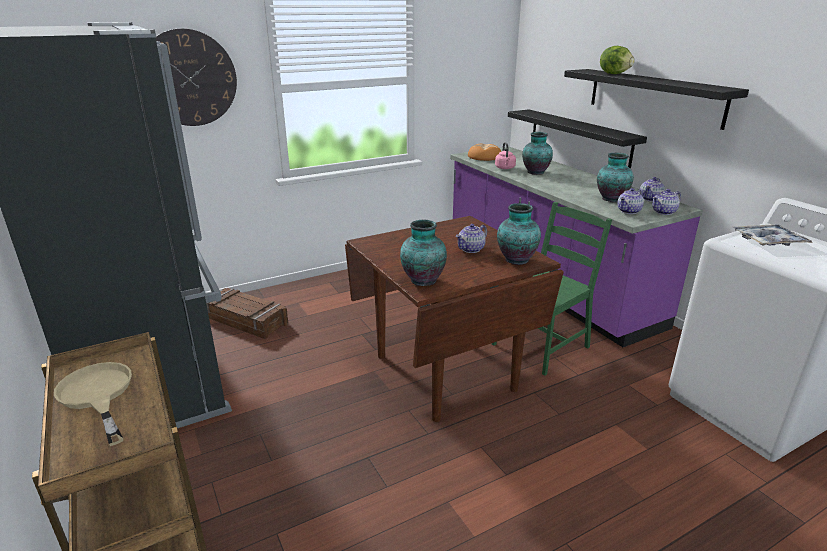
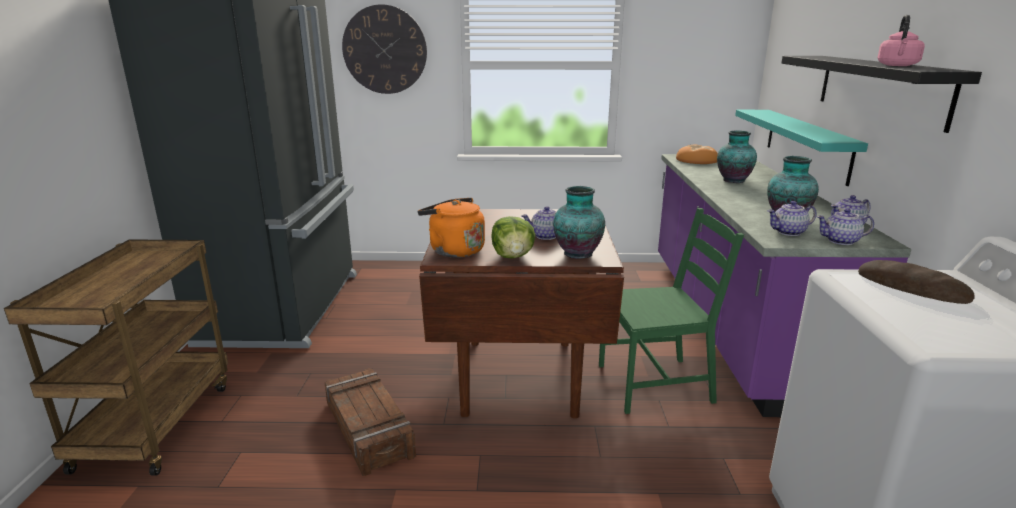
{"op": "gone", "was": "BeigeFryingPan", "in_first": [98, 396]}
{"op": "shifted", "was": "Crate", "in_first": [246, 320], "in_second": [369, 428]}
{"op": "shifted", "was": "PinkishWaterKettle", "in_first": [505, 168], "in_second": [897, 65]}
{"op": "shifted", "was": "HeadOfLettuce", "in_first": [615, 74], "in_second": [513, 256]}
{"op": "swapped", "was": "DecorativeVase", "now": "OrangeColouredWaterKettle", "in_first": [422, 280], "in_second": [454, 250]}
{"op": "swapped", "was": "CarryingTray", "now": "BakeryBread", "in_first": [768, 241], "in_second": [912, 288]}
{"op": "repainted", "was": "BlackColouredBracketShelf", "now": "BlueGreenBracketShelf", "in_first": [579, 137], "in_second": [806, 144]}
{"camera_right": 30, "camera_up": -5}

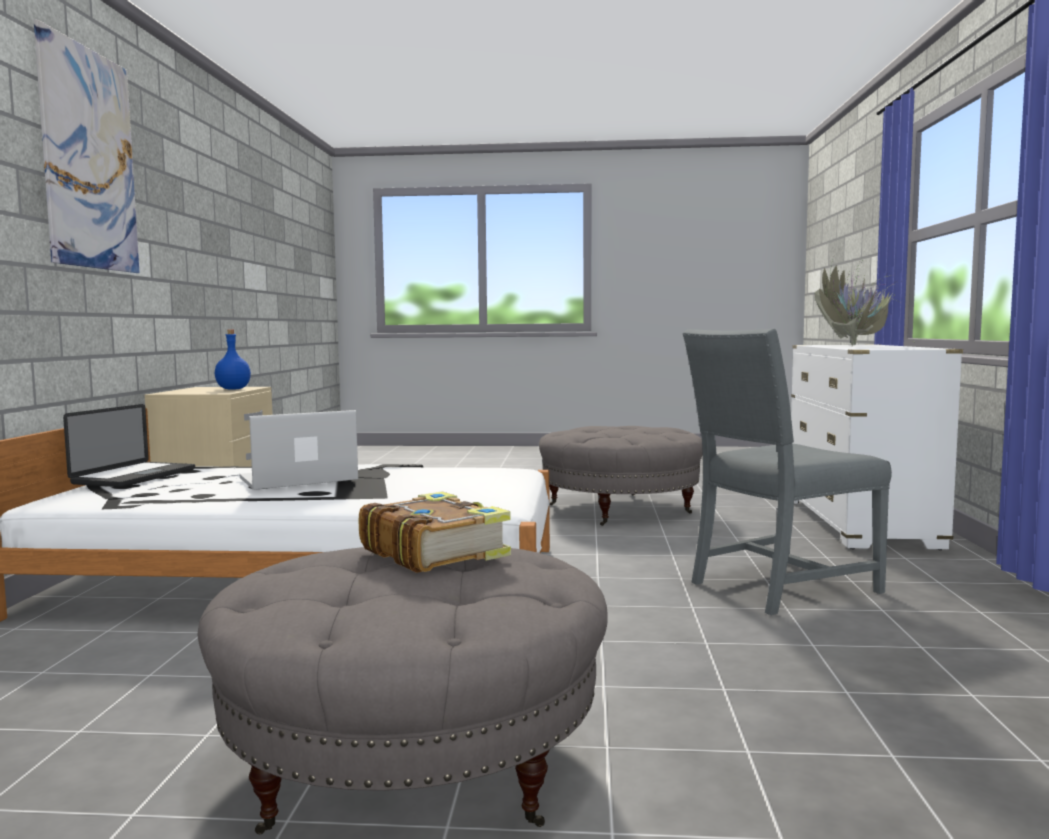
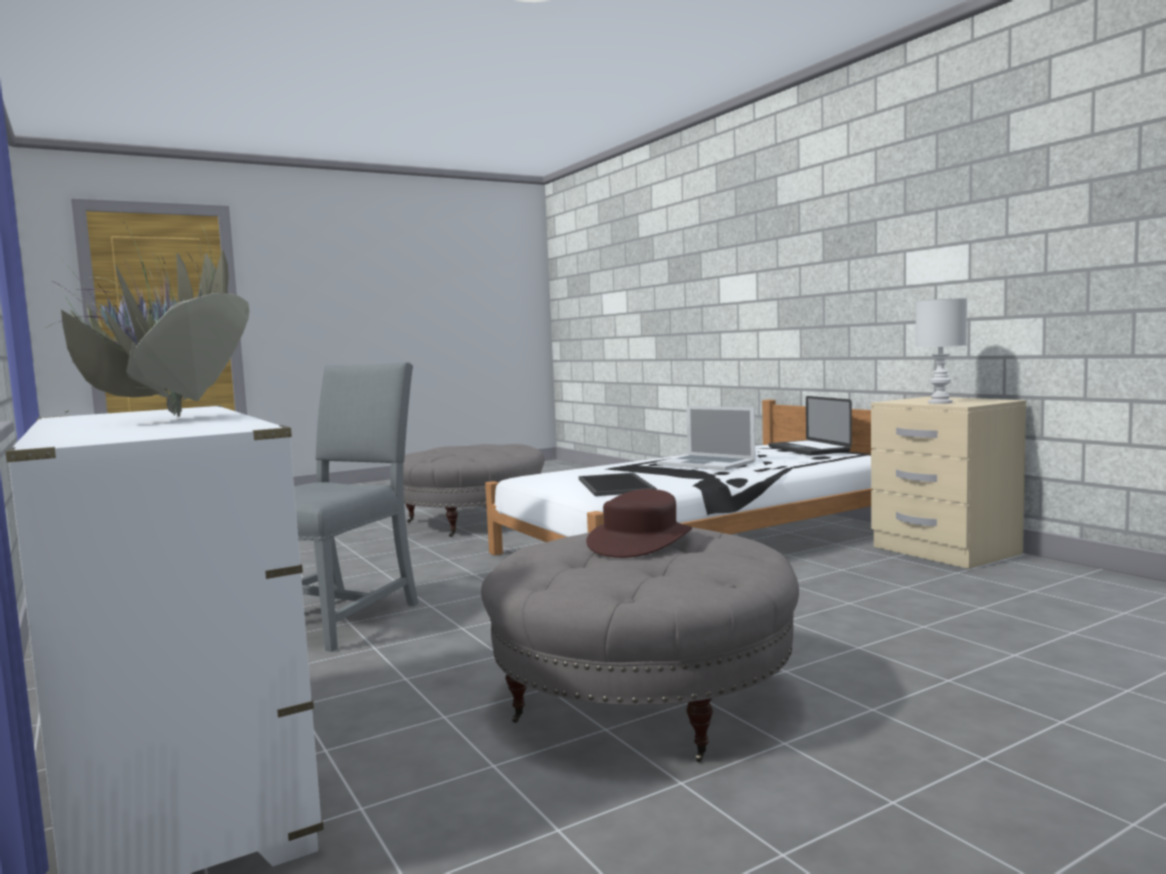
{"op": "gone", "was": "WallPicture", "in_first": [90, 159]}
{"op": "gone", "was": "BoundBook", "in_first": [434, 552]}
{"op": "new", "now": "CarryingTray", "in_second": [617, 485]}
{"op": "new", "now": "BrownishClothingHat", "in_second": [641, 541]}
{"op": "swapped", "was": "BlueColouredBeverageBottle", "now": "WhitishTabletopLamp", "in_first": [233, 389], "in_second": [939, 402]}
{"op": "rotated", "was": "PortableComputer", "in_first": [298, 479], "in_second": [706, 463], "clockwise": 105}
{"camera_right": 145, "camera_up": 0}

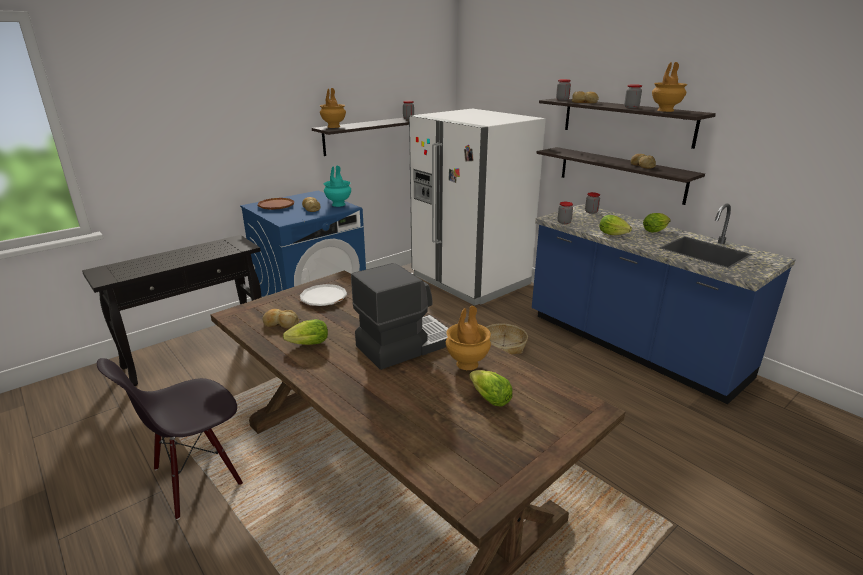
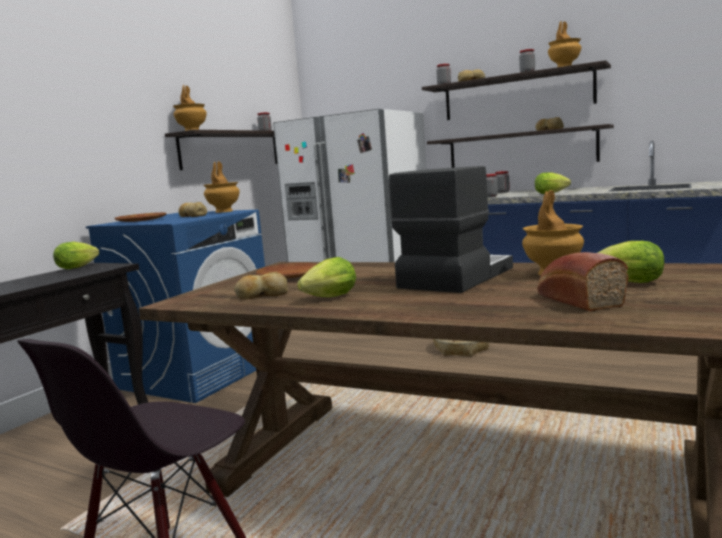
{"op": "new", "now": "BakeryBread", "in_second": [576, 300]}
{"op": "shifted", "was": "HeadOfLettuce", "in_first": [656, 231], "in_second": [79, 267]}
{"op": "repainted", "was": "WhitishDinnerPlate", "now": "BrownishDinnerPlate", "in_first": [323, 298], "in_second": [288, 276]}
{"op": "repainted", "was": "BlueGreenDecorativeVase", "now": "BrownishDecorativeVase", "in_first": [338, 204], "in_second": [224, 211]}
{"camera_right": -20, "camera_up": -15}

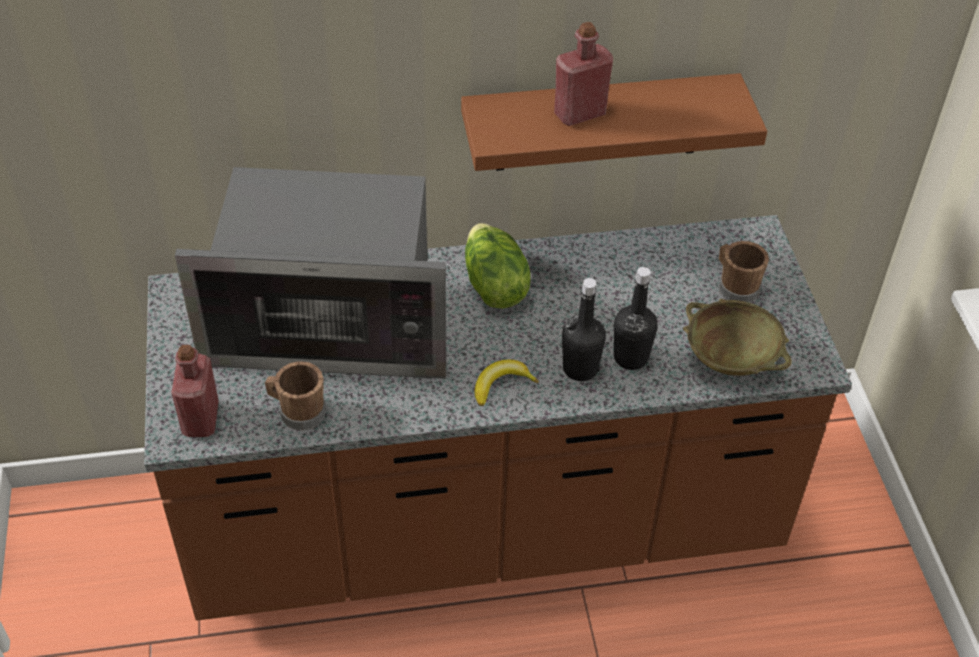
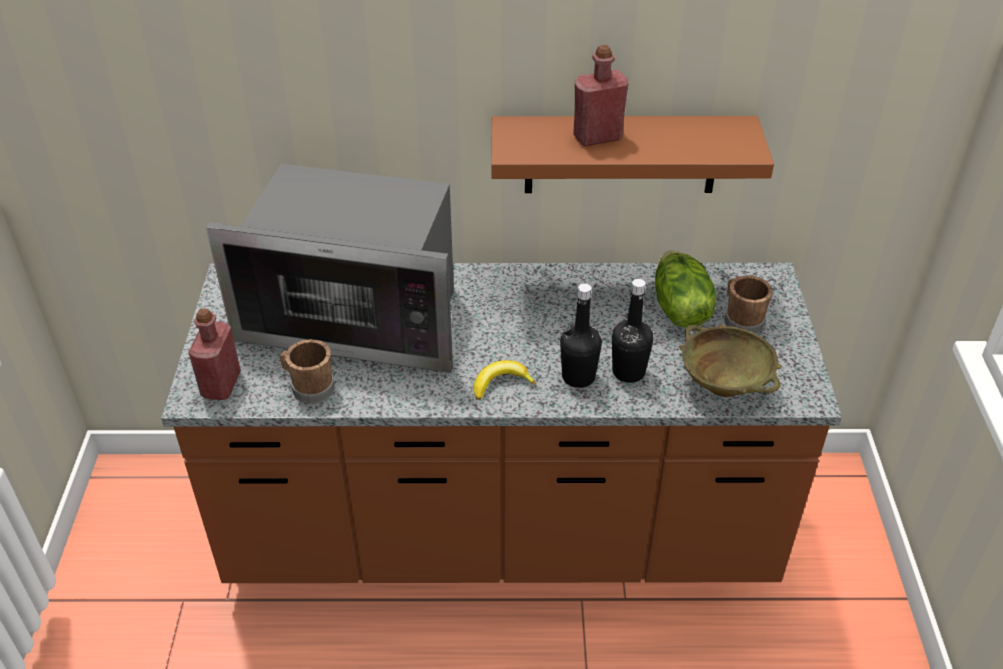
{"op": "shifted", "was": "HeadOfLettuce", "in_first": [493, 286], "in_second": [678, 309]}
{"camera_right": 10, "camera_up": -5}

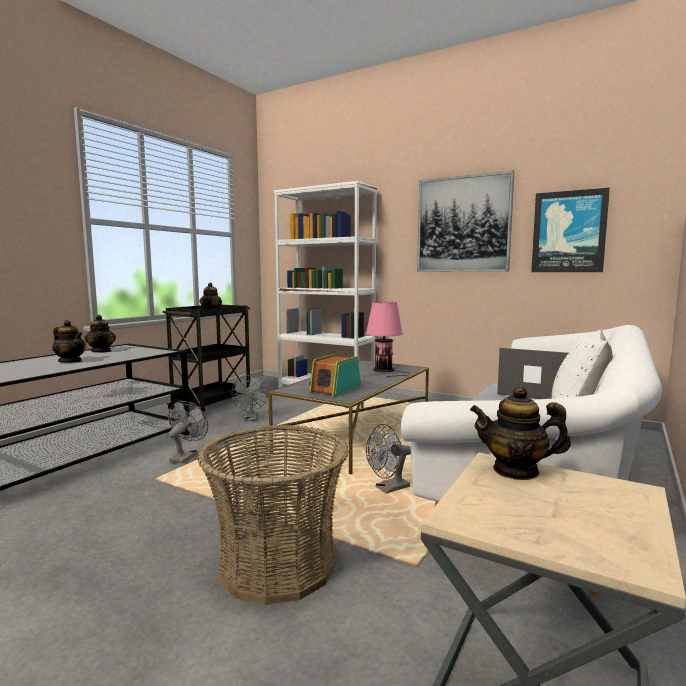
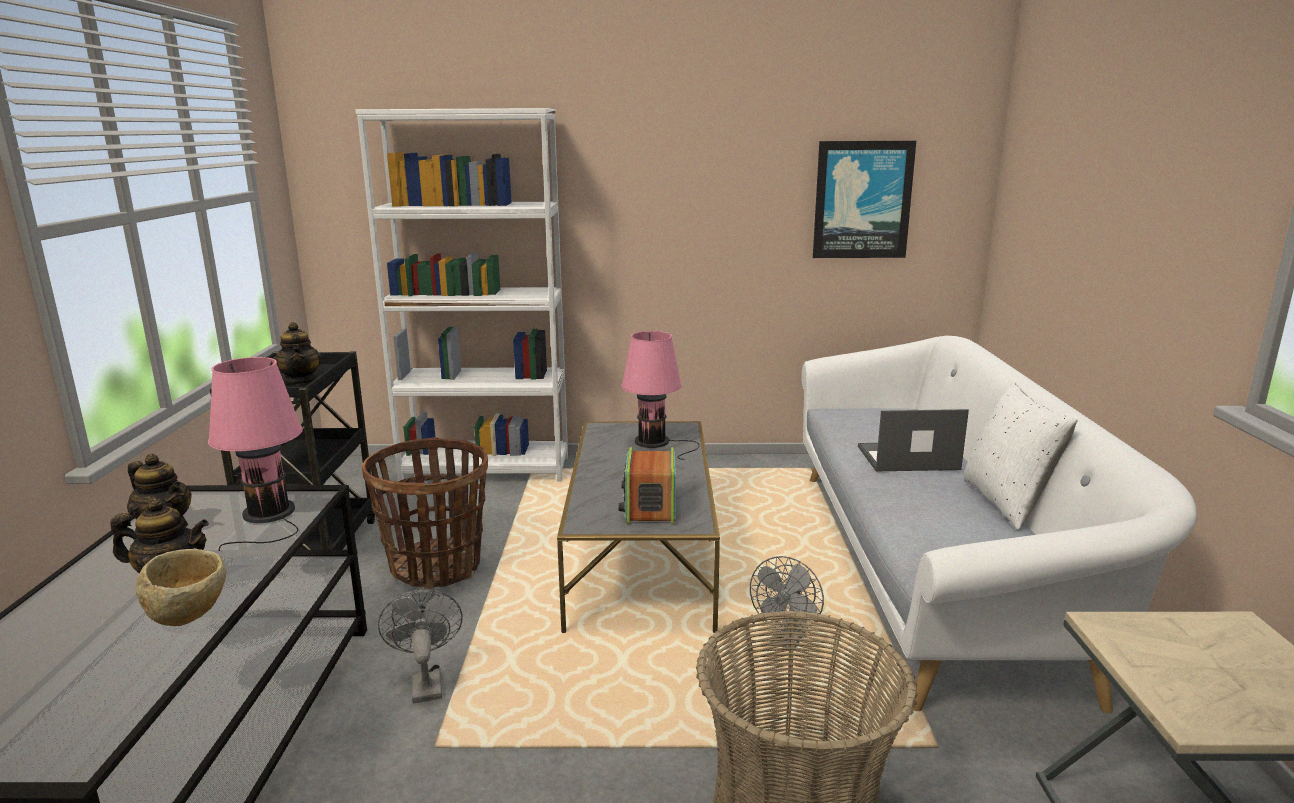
{"op": "gone", "was": "WallPicture", "in_first": [463, 224]}
{"op": "gone", "was": "Teapot", "in_first": [516, 471]}
{"op": "new", "now": "BeigeBowl", "in_second": [191, 615]}
{"op": "new", "now": "PinkishTabletopLamp", "in_second": [268, 515]}
{"op": "swapped", "was": "GrayElectricFan", "now": "StorageBasket", "in_first": [251, 419], "in_second": [436, 566]}
{"camera_right": -30, "camera_up": 10}

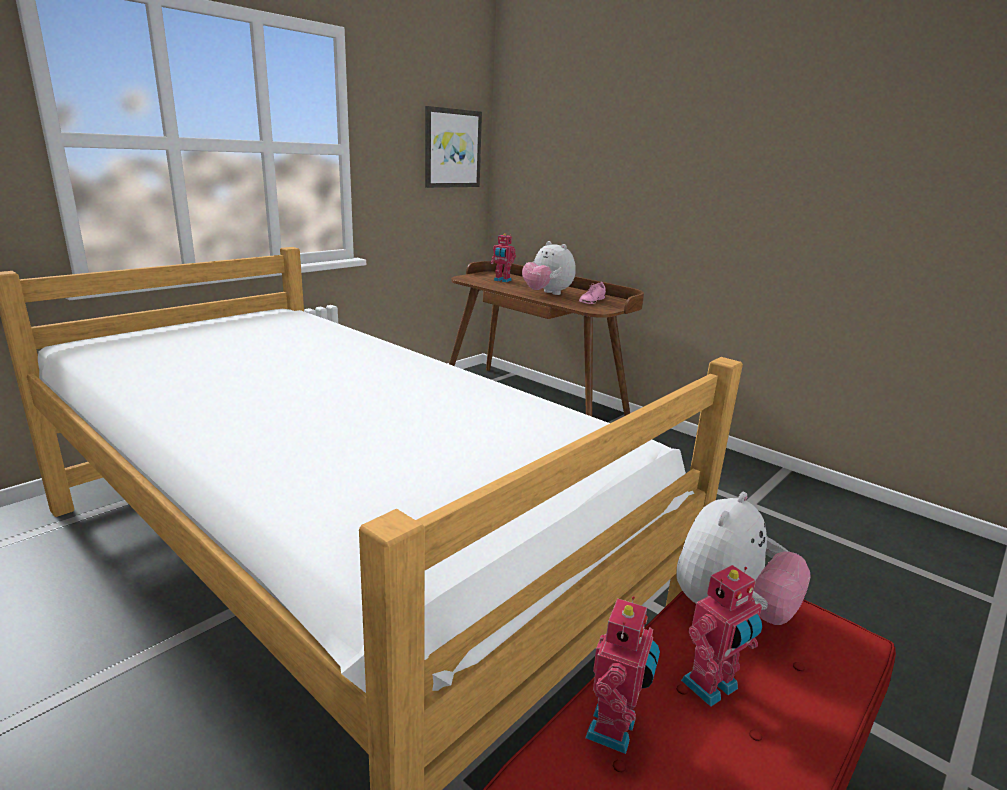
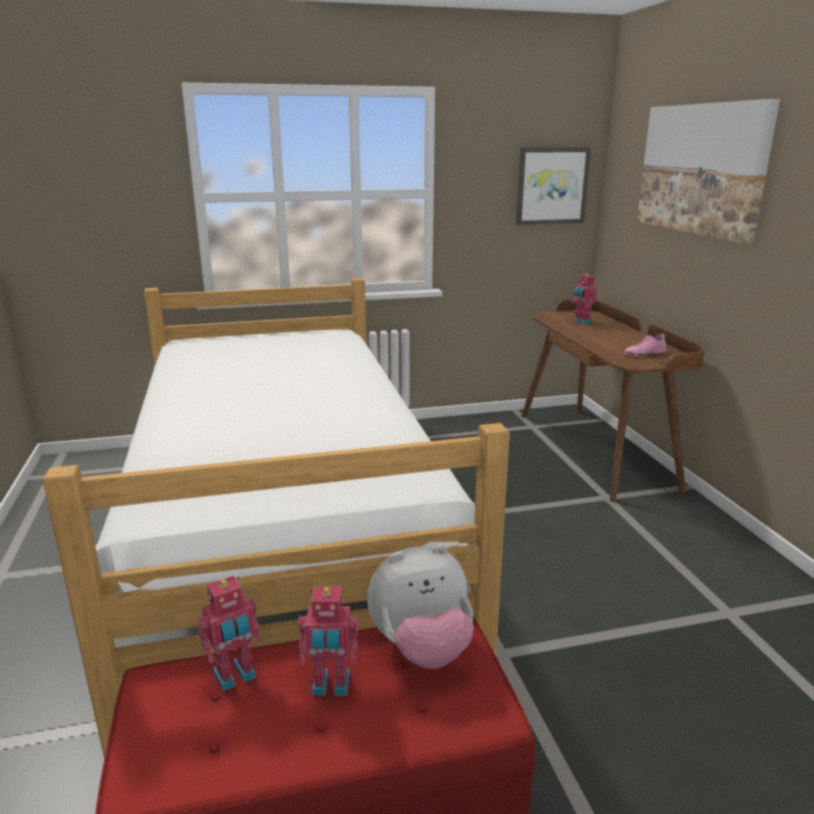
{"op": "gone", "was": "PlushToy", "in_first": [547, 294]}
{"op": "new", "now": "WallPicture", "in_second": [702, 169]}
{"camera_right": 35, "camera_up": 0}

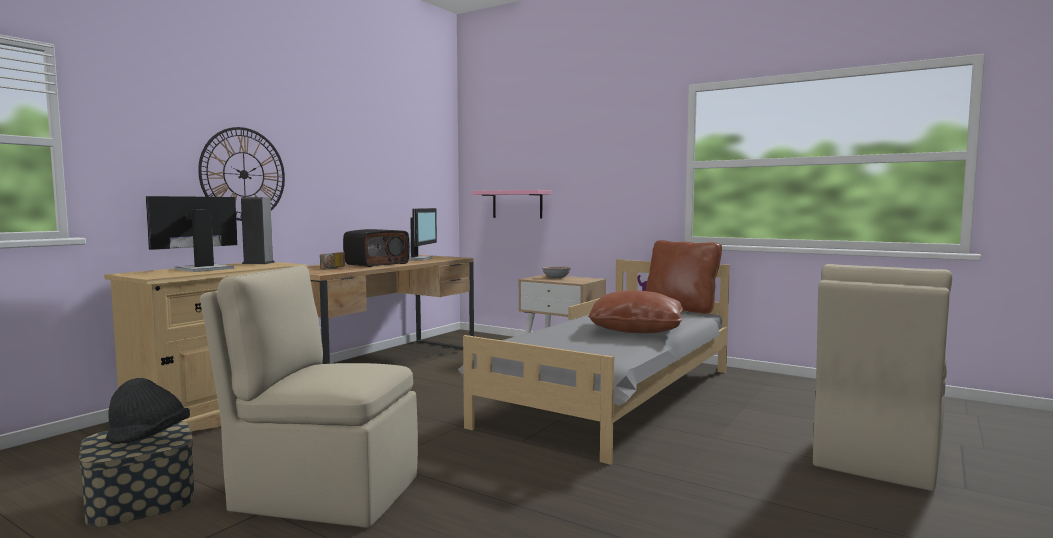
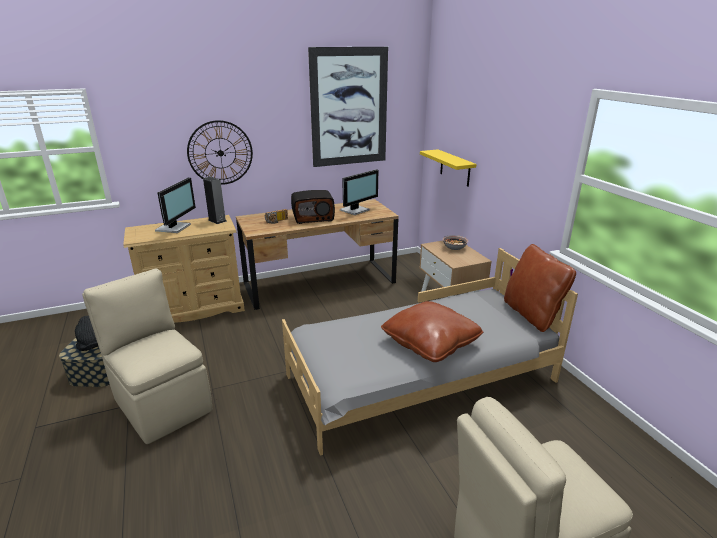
{"op": "new", "now": "WallPicture", "in_second": [349, 108]}
{"op": "repainted", "was": "PinkishBracketShelf", "now": "YellowishBracketShelf", "in_first": [517, 204], "in_second": [455, 168]}
{"op": "rotated", "was": "ComputerDisplay", "in_first": [202, 269], "in_second": [175, 227], "clockwise": 120}
{"camera_right": 35, "camera_up": 20}

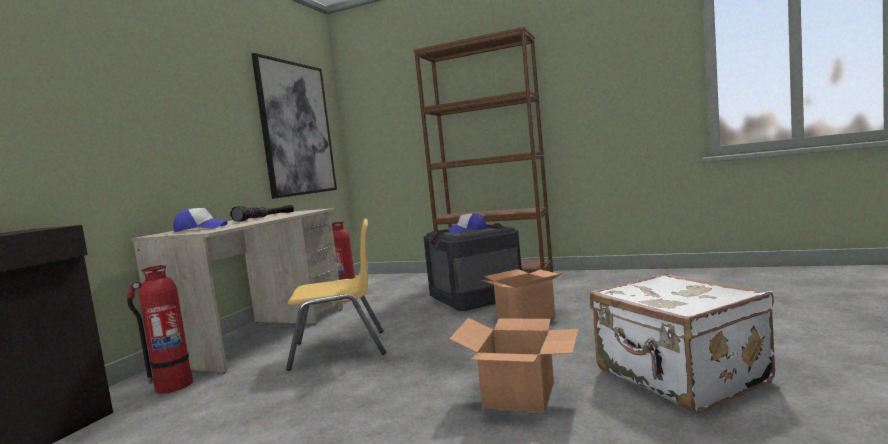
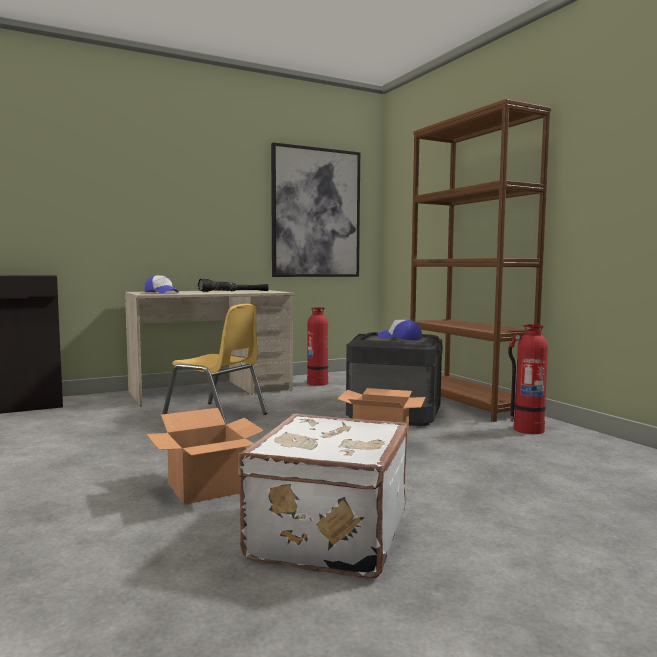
{"op": "shifted", "was": "FireExtinguisher", "in_first": [173, 386], "in_second": [527, 429]}
{"camera_right": 40, "camera_up": 0}

